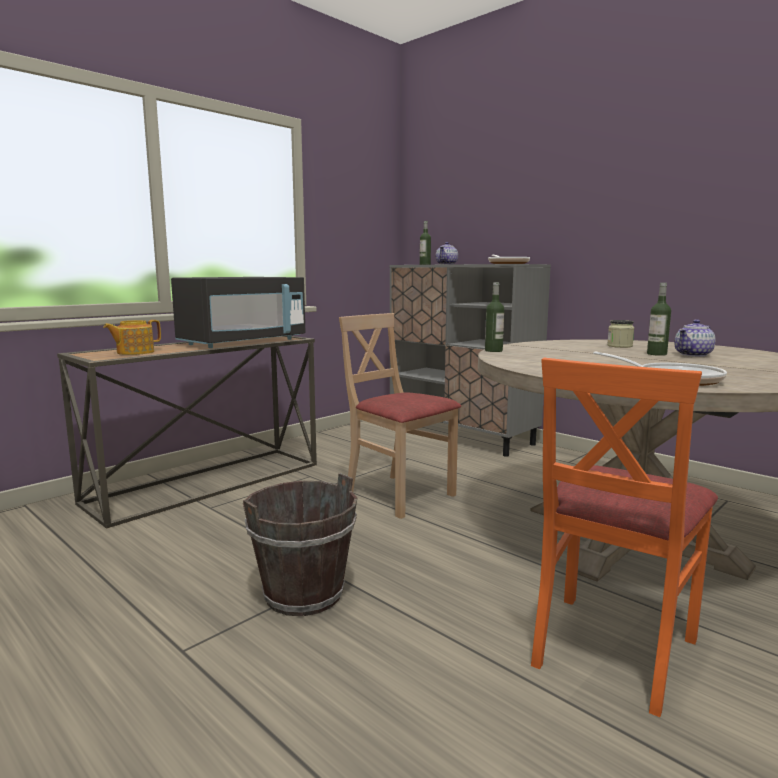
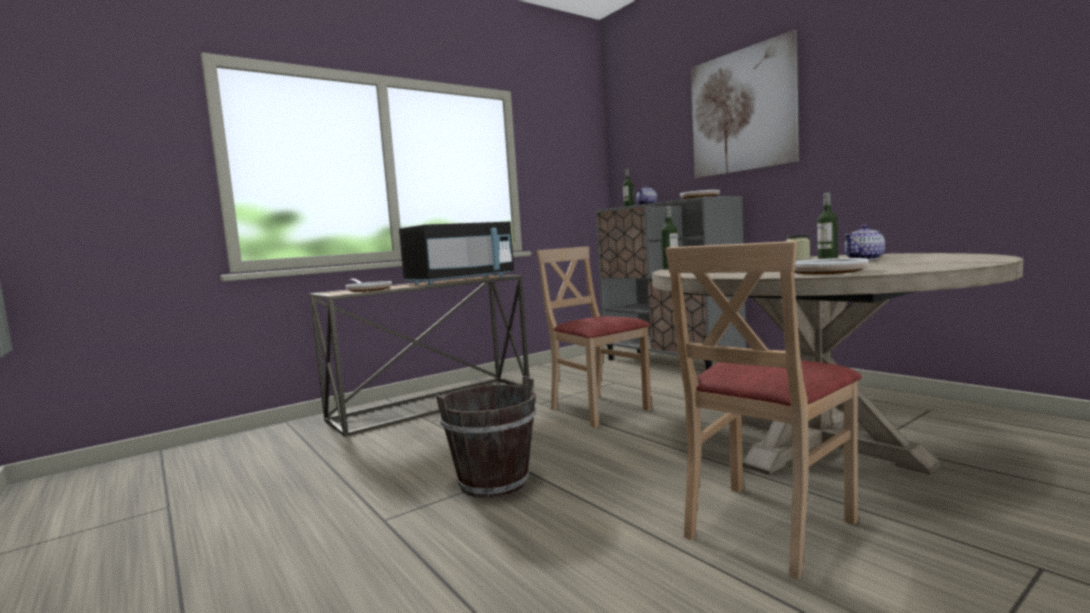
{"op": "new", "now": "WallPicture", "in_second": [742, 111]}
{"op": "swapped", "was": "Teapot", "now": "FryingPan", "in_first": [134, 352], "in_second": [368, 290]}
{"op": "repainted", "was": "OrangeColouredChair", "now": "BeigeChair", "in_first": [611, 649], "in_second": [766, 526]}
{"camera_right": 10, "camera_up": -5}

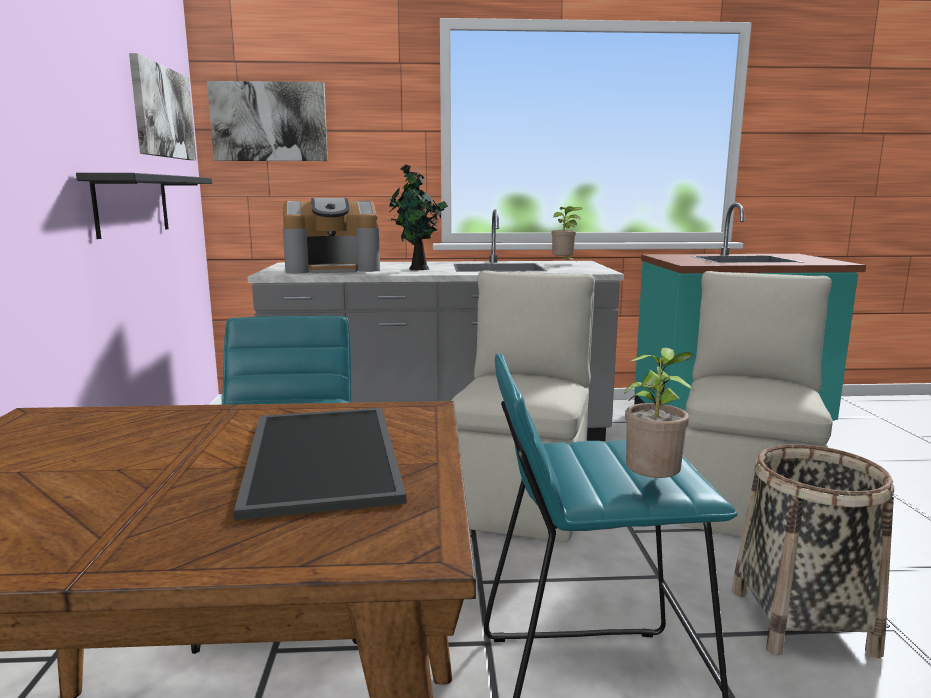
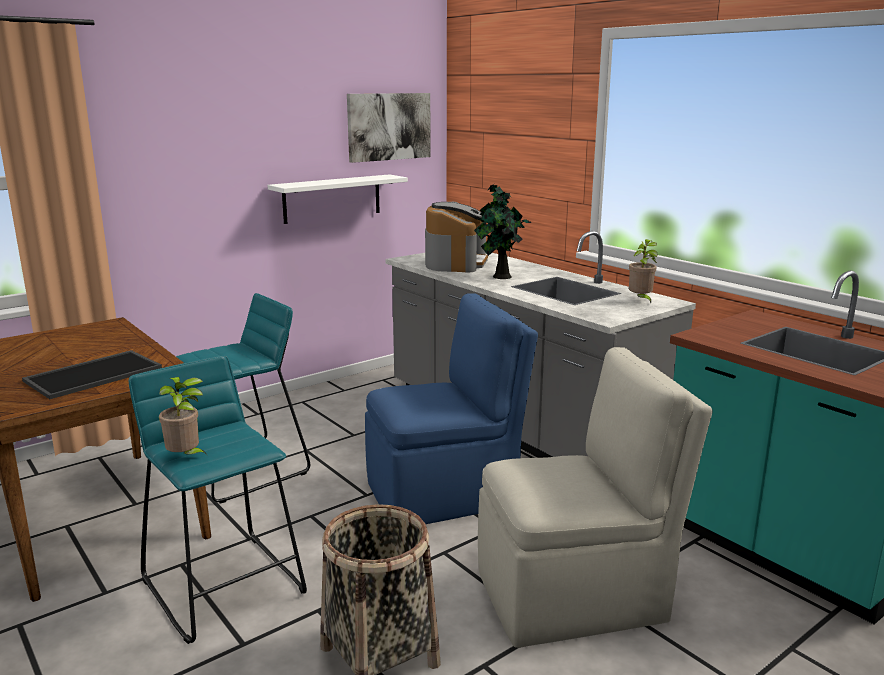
{"op": "gone", "was": "WallPicture", "in_first": [269, 122]}
{"op": "repainted", "was": "BlackColouredBracketShelf", "now": "WhitishBracketShelf", "in_first": [132, 204], "in_second": [332, 198]}
{"op": "repainted", "was": "BeigeChair", "now": "BlueColouredChair", "in_first": [523, 497], "in_second": [445, 494]}
{"op": "rotated", "was": "CoffeeMachine", "in_first": [333, 269], "in_second": [456, 262], "clockwise": -120}
{"camera_right": 55, "camera_up": 5}

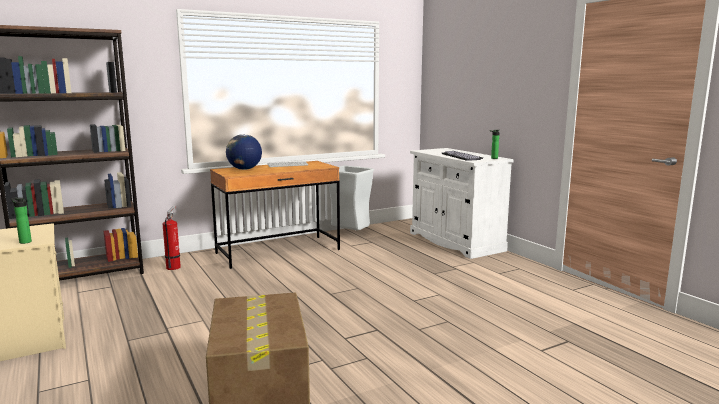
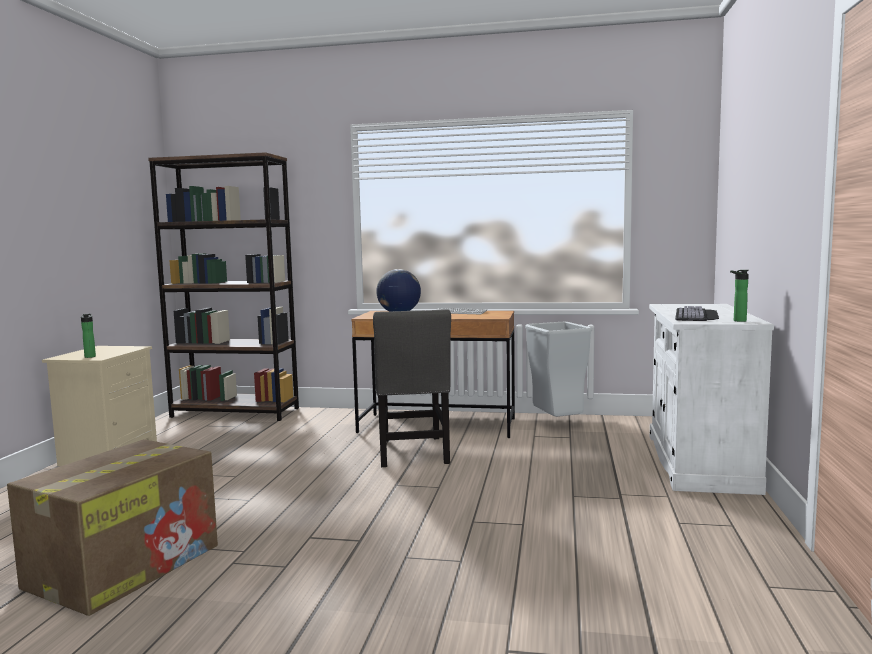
{"op": "gone", "was": "FireExtinguisher", "in_first": [174, 267]}
{"op": "new", "now": "GrayChair", "in_second": [413, 453]}
{"camera_right": 40, "camera_up": -5}

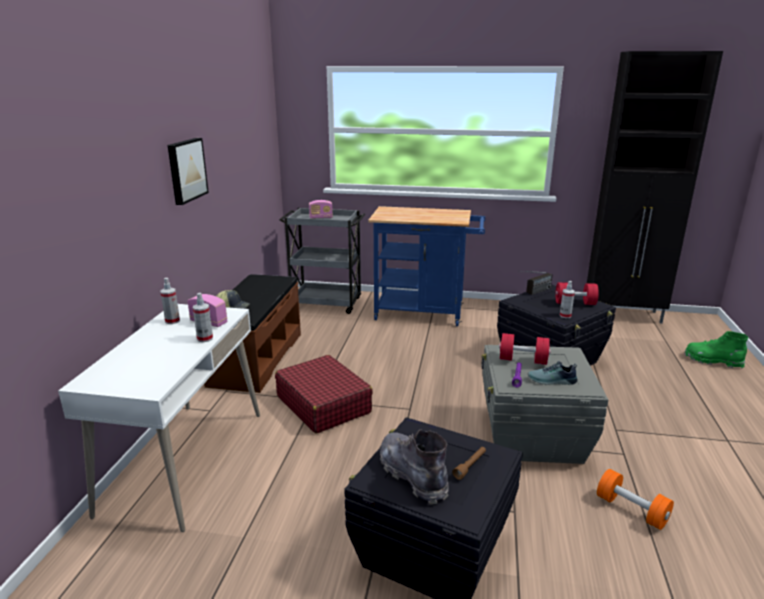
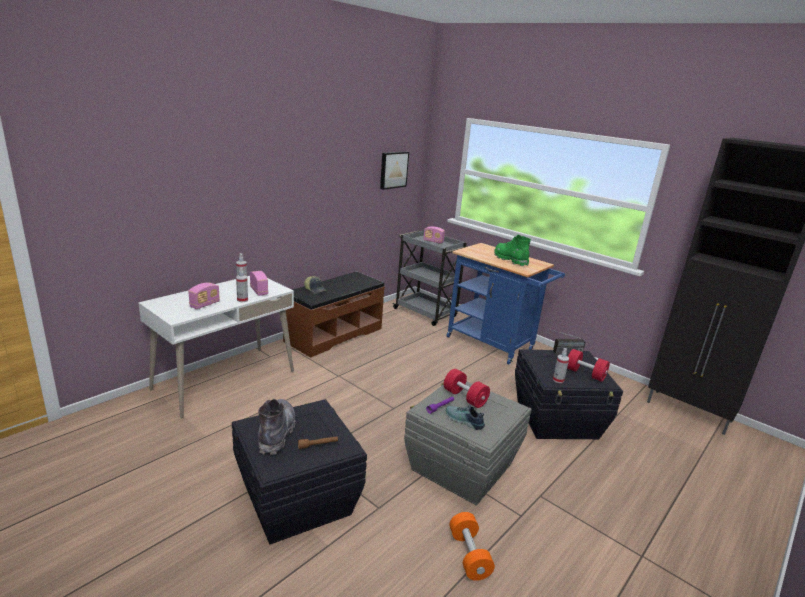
{"op": "gone", "was": "ReddishTravelCase", "in_first": [323, 404]}
{"op": "new", "now": "RadioReceiver", "in_second": [205, 304]}
{"op": "shifted", "was": "WallPicture", "in_first": [186, 170], "in_second": [393, 169]}
{"op": "shifted", "was": "GreenHighTopBoot", "in_first": [712, 361], "in_second": [510, 260]}
{"camera_right": 30, "camera_up": 0}

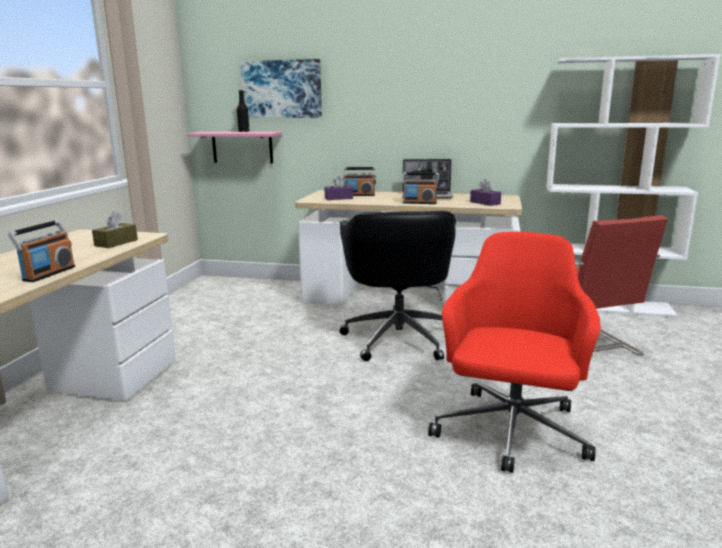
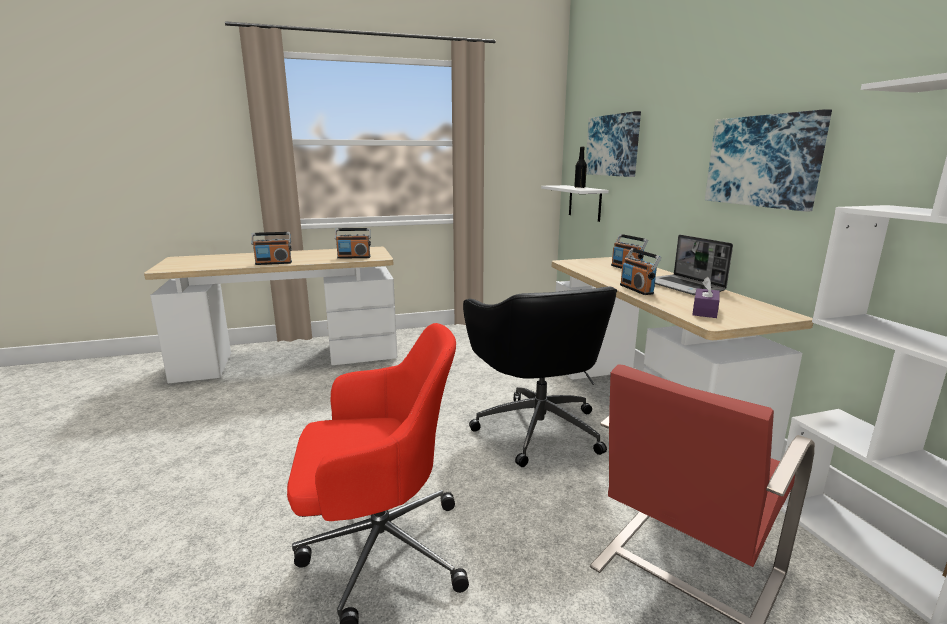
{"op": "gone", "was": "PurplishTissueBox", "in_first": [338, 198]}
{"op": "new", "now": "WallPicture", "in_second": [763, 161]}
{"op": "swapped", "was": "BrownishTissueBox", "now": "RadioReceiver", "in_first": [116, 243], "in_second": [354, 257]}
{"op": "repainted", "was": "PinkishBracketShelf", "now": "WhitishBracketShelf", "in_first": [242, 147], "in_second": [584, 202]}
{"op": "rotated", "was": "BlackColouredOfficeChair", "in_first": [398, 337], "in_second": [537, 427], "clockwise": -75}
{"camera_right": 60, "camera_up": 0}

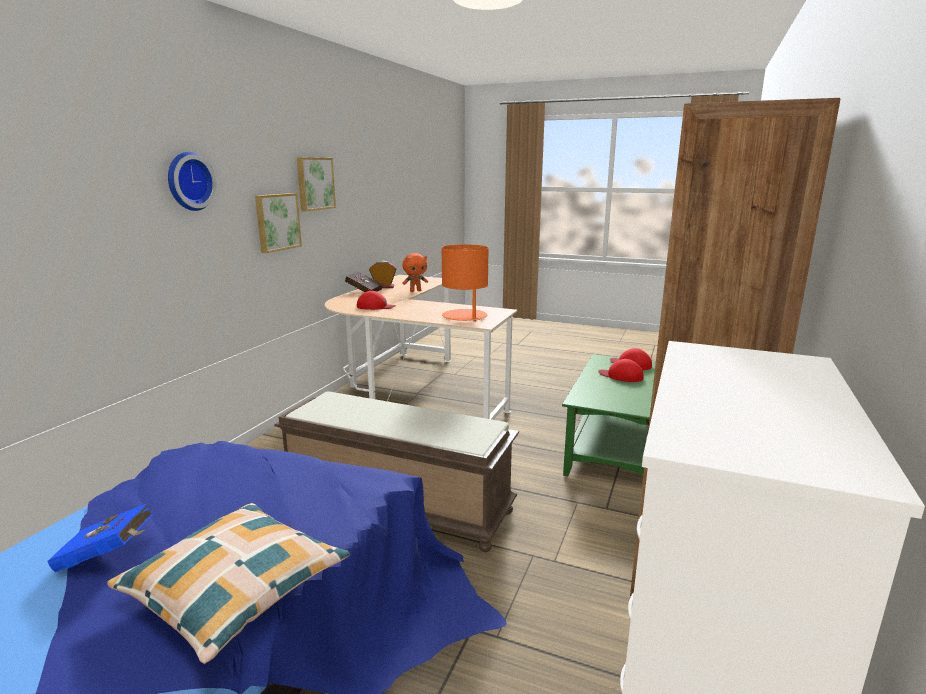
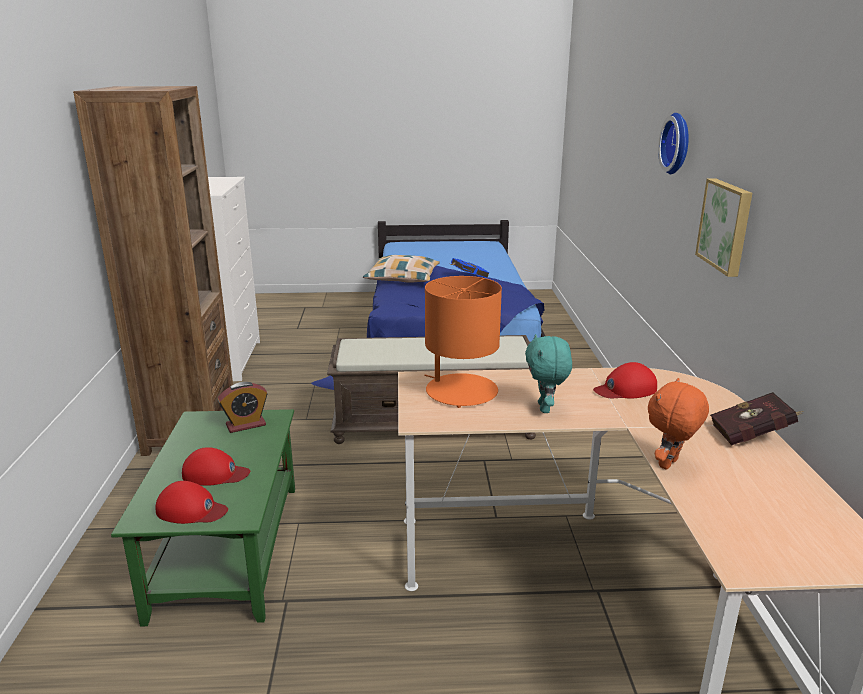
{"op": "gone", "was": "WallPicture", "in_first": [314, 183]}
{"op": "new", "now": "BlueGreenPlushToy", "in_second": [545, 408]}
{"op": "shifted", "was": "AlarmClock", "in_first": [383, 287], "in_second": [246, 425]}
{"camera_right": 155, "camera_up": 5}

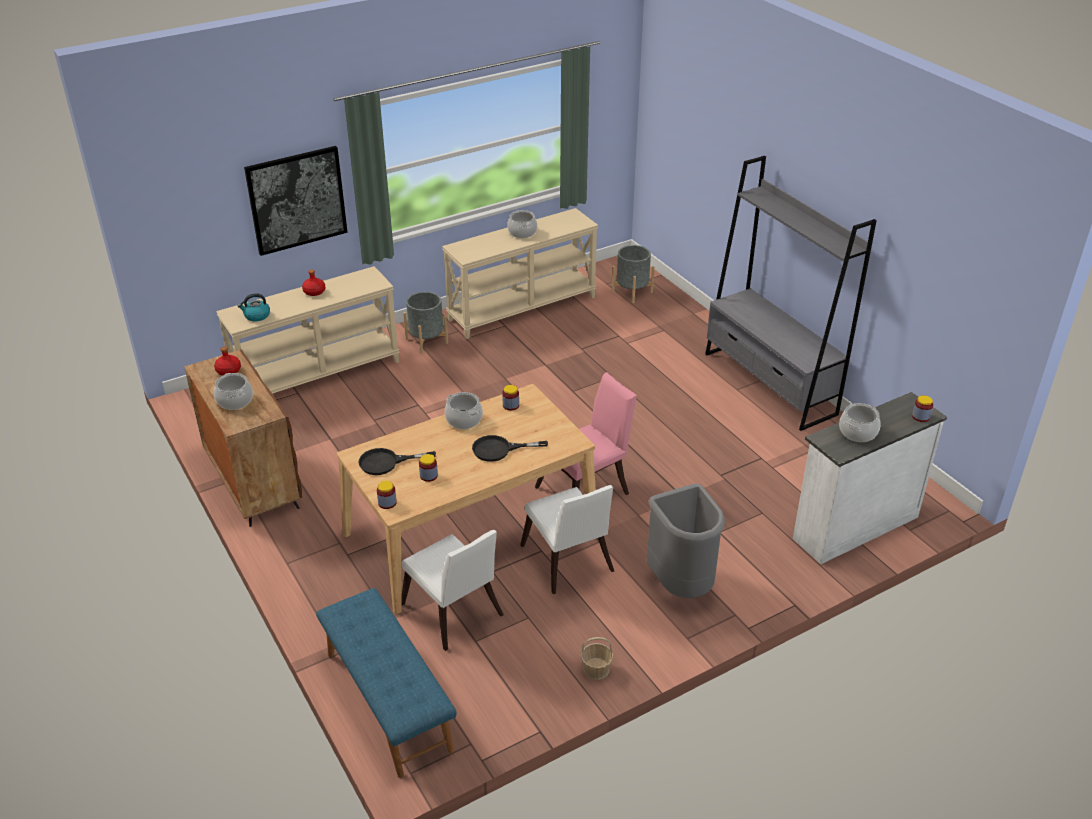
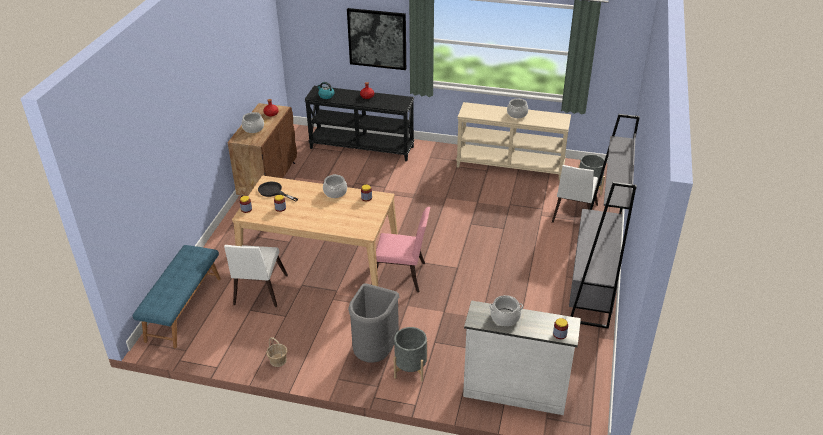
{"op": "gone", "was": "BlackColouredFryingPan", "in_first": [499, 449]}
{"op": "shifted", "was": "GrayPlanter", "in_first": [426, 341], "in_second": [410, 369]}
{"op": "shifted", "was": "WhitishChair", "in_first": [568, 563], "in_second": [573, 215]}
{"op": "repainted", "was": "BeigeHallTable", "now": "BlackColouredHallTable", "in_first": [317, 374], "in_second": [362, 147]}
{"camera_right": 45, "camera_up": 0}

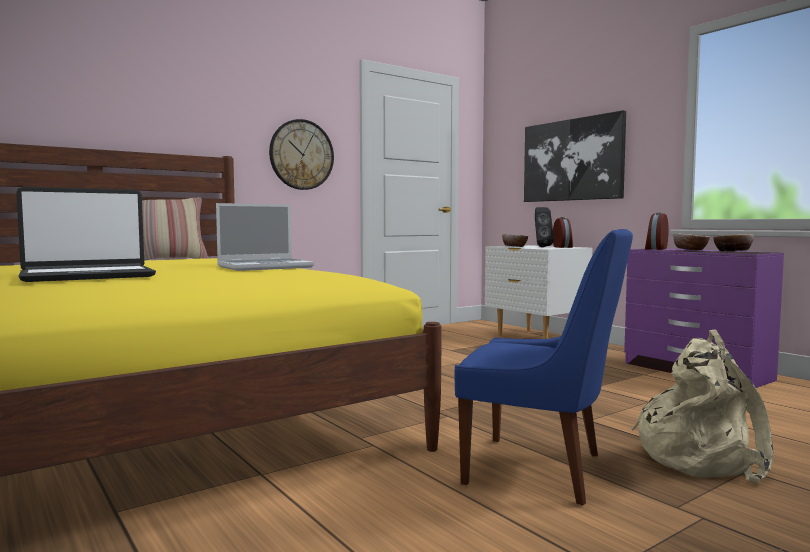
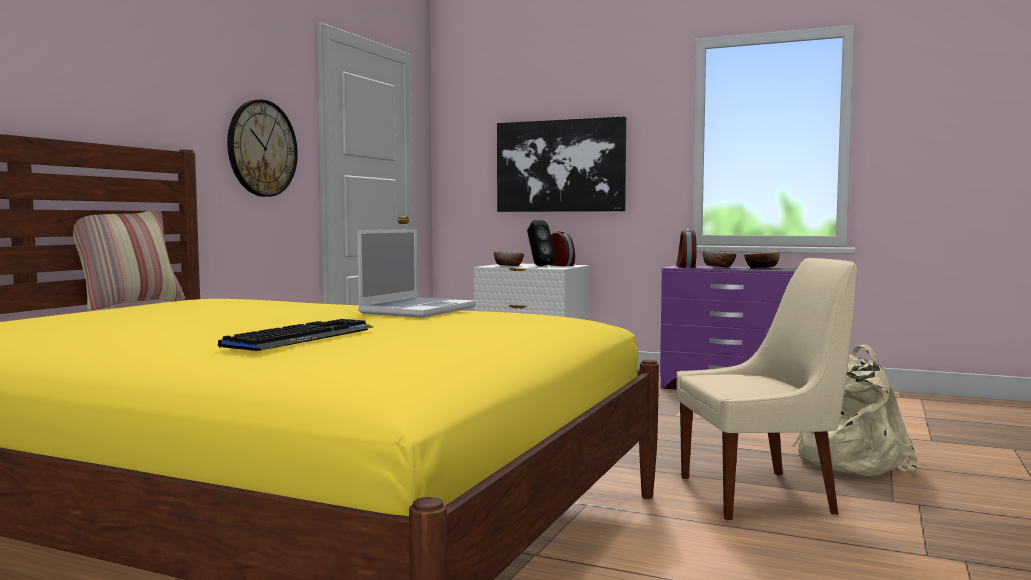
{"op": "swapped", "was": "PortableComputer", "now": "ComputerKeyboard", "in_first": [88, 276], "in_second": [301, 338]}
{"op": "repainted", "was": "BlueColouredChair", "now": "BeigeChair", "in_first": [540, 470], "in_second": [761, 495]}
{"camera_right": -30, "camera_up": 0}

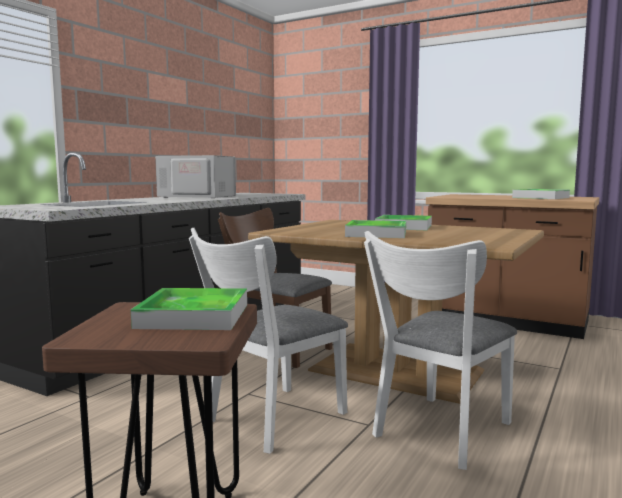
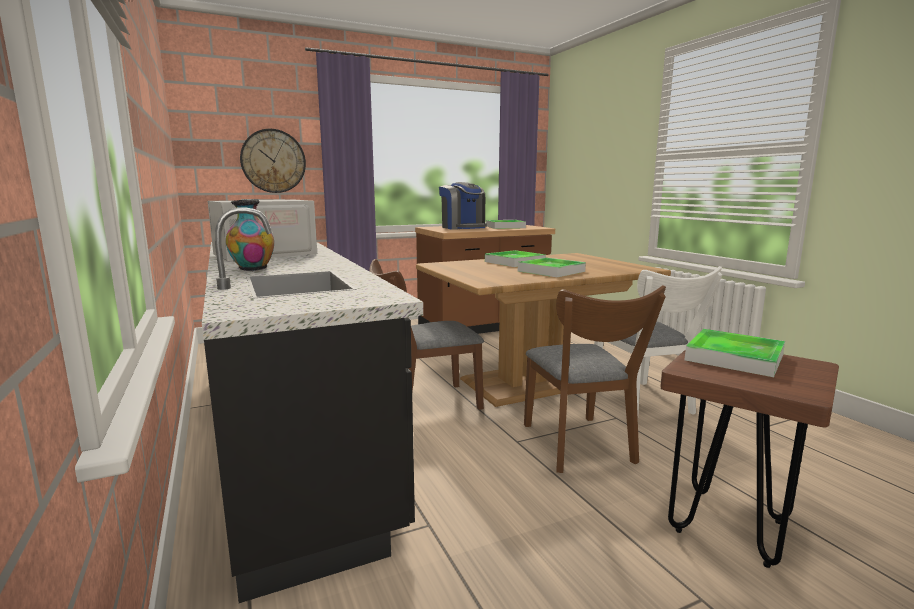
{"op": "new", "now": "DecorativeVase", "in_second": [252, 269]}
{"op": "new", "now": "HangingClock", "in_second": [273, 161]}
{"op": "new", "now": "CoffeeMachine", "in_second": [463, 227]}
{"op": "repainted", "was": "WhitishChair", "now": "BrownishChair", "in_first": [270, 420], "in_second": [580, 447]}
{"camera_right": -55, "camera_up": 5}

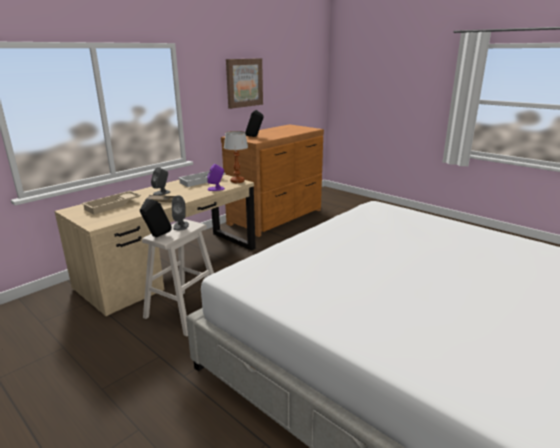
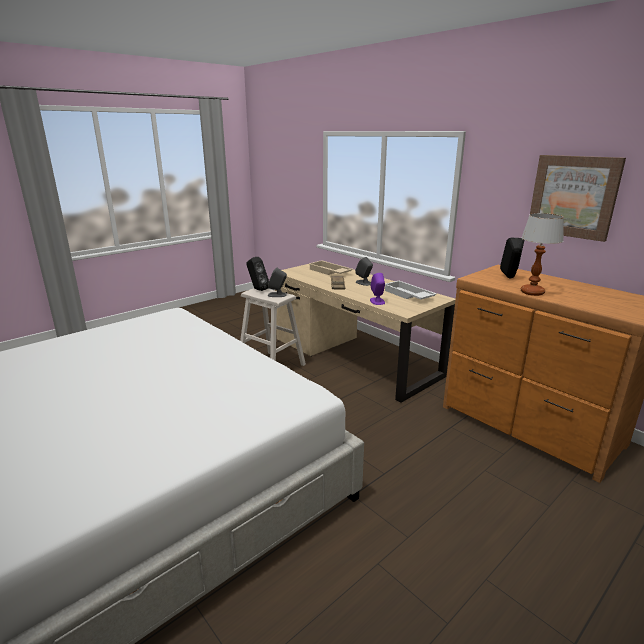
{"op": "shifted", "was": "TabletopLamp", "in_first": [237, 181], "in_second": [532, 292]}
{"camera_right": 95, "camera_up": 0}

